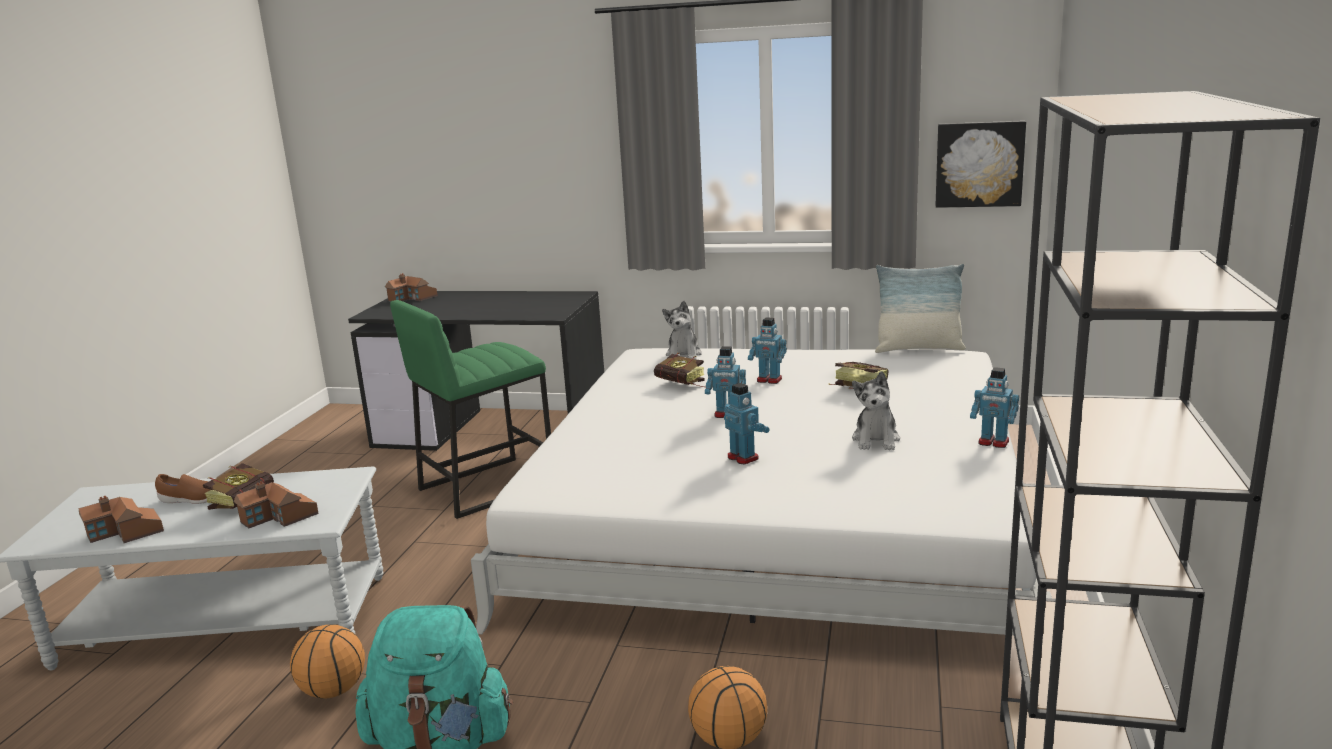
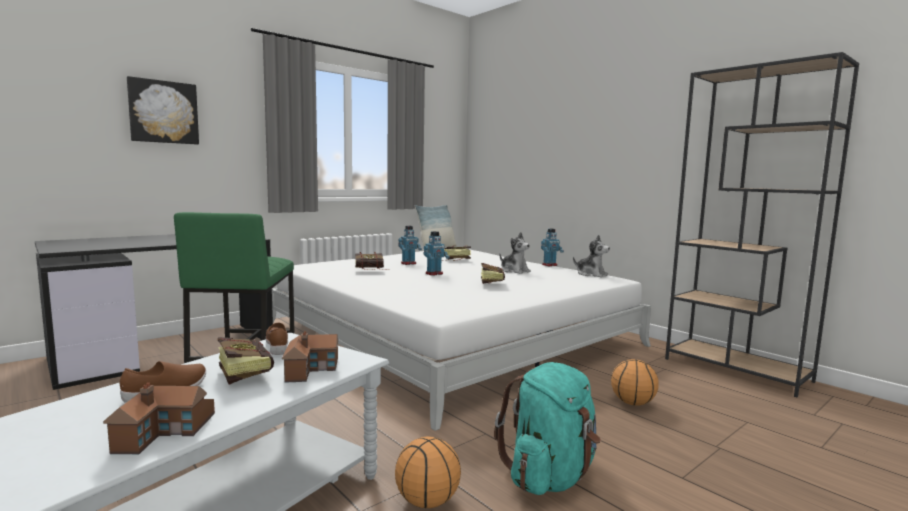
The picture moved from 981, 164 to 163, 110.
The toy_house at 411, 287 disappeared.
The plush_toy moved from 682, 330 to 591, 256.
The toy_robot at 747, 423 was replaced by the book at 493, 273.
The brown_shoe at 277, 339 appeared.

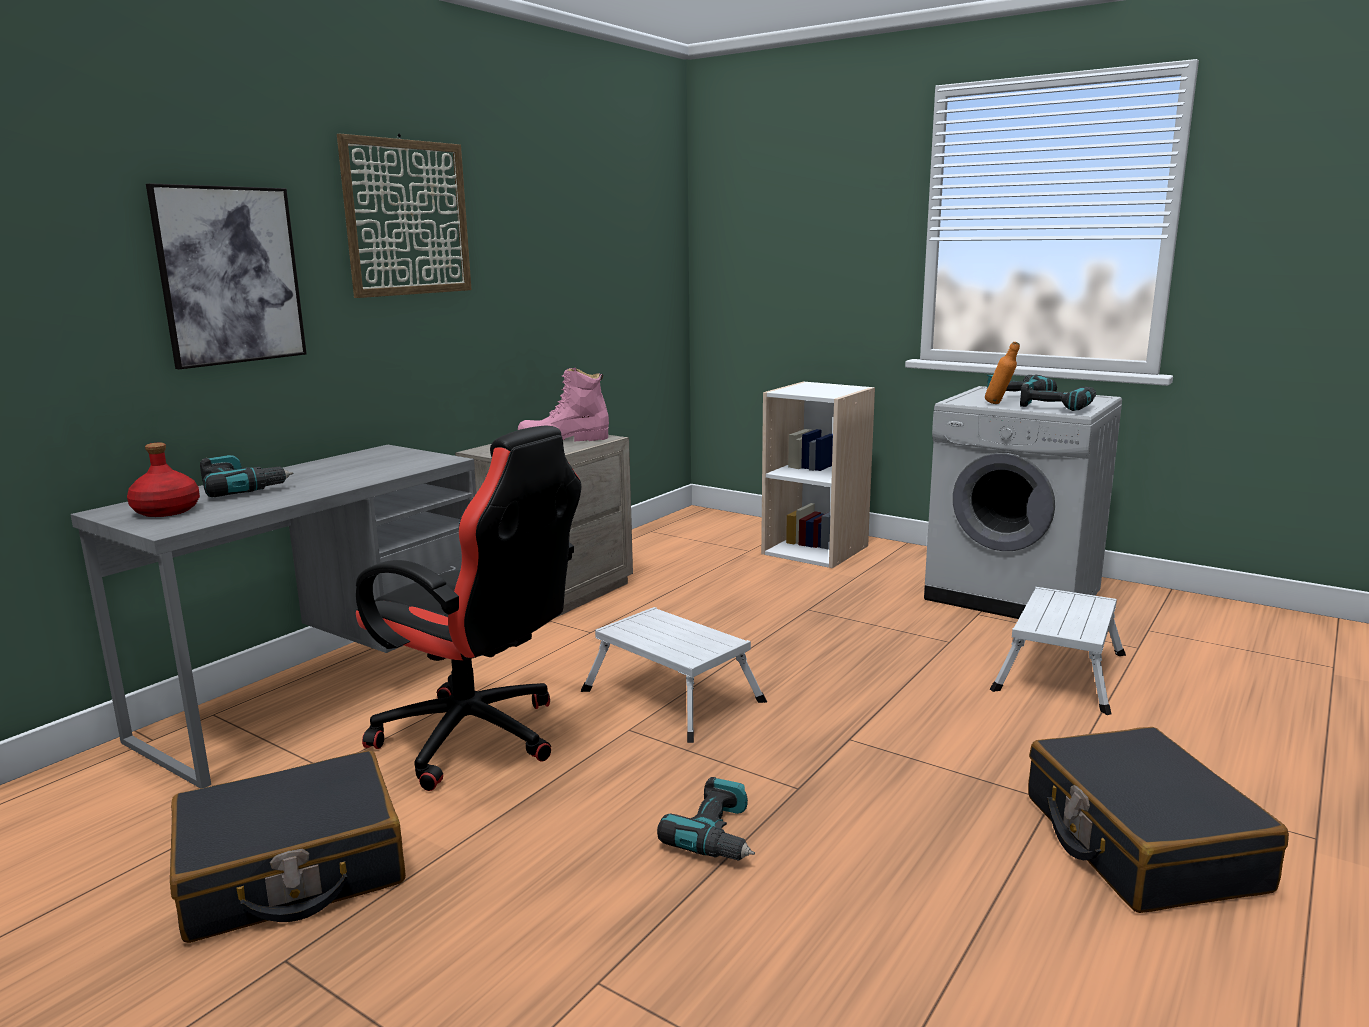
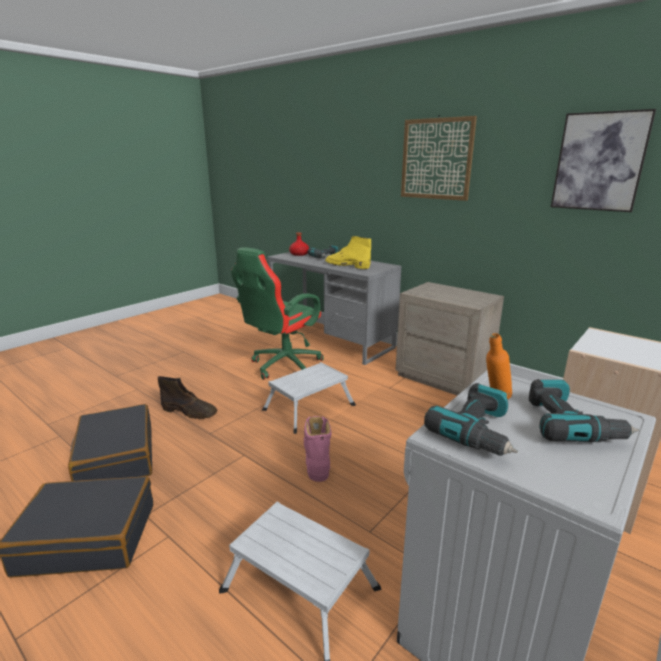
The picture moved from 226, 276 to 603, 160.
The pink_boot moved from 563, 405 to 318, 449.
The black_office_chair at 468, 608 became the green_office_chair at 277, 314.
The black_suitcase moved from 288, 847 to 110, 442.
The power_drill at 706, 819 was replaced by the brown_boot at 187, 397.
The yellow_boot at 348, 252 appeared.

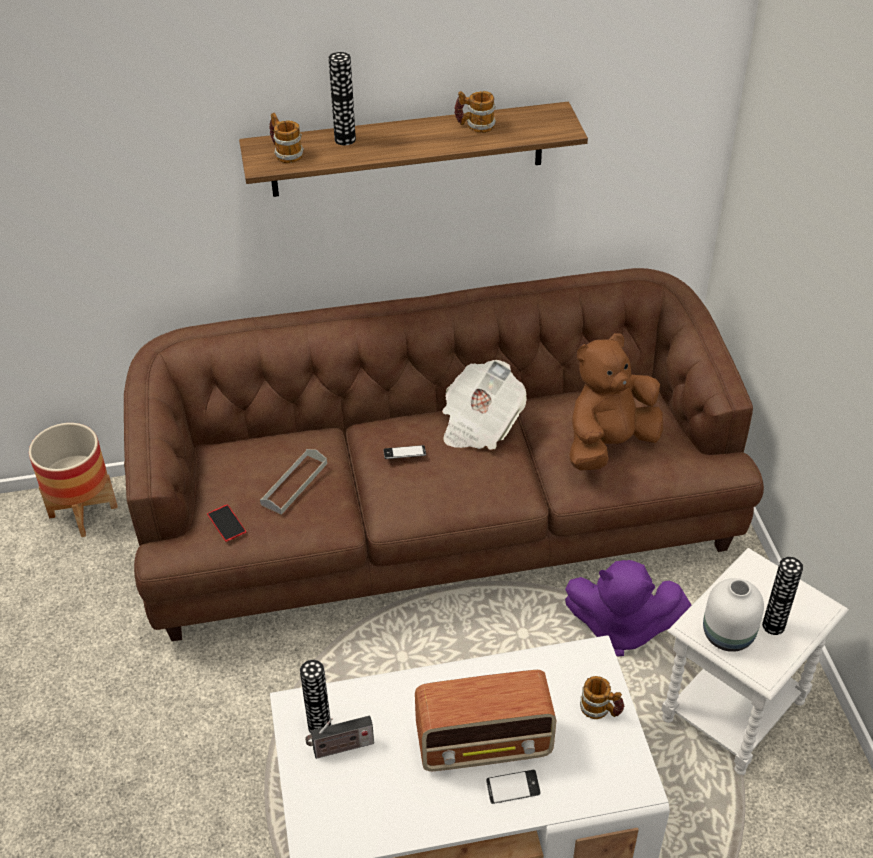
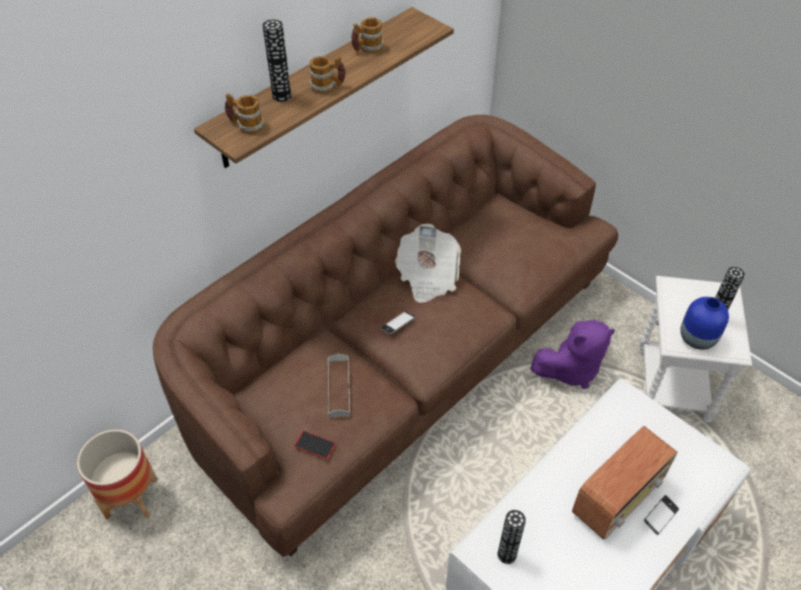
The brown_plush_toy at 616, 402 disappeared.
The white_vase at 733, 615 became the blue_vase at 704, 323.
The mug moved from 602, 697 to 327, 74.
The radio at 339, 737 disappeared.

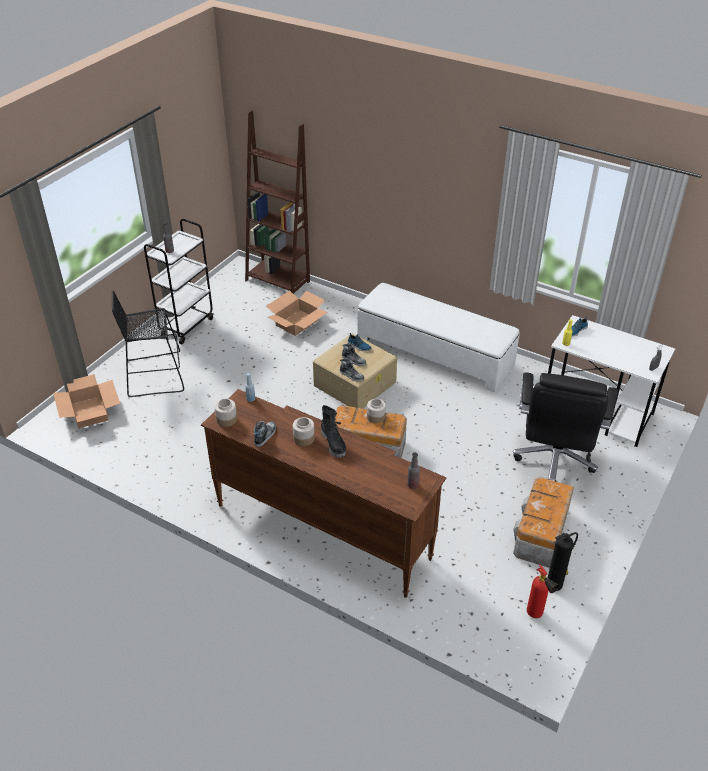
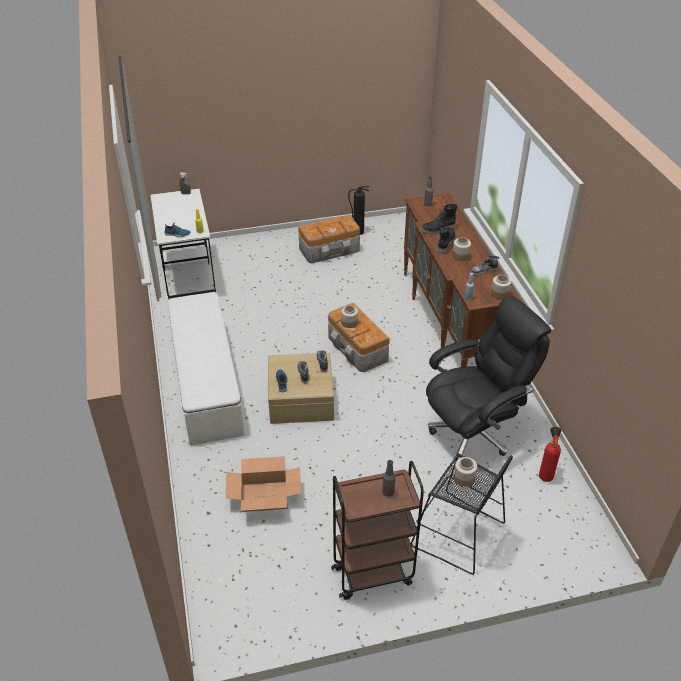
The brown_bookcase at 277, 202 disappeared.
The white_cart at 179, 282 became the brown_cart at 377, 530.
The black_office_chair moved from 565, 427 to 488, 377.
The cardboard_box at 86, 401 disappeared.
The fire_extinguisher moved from 543, 591 to 550, 454.
The black_boot at 439, 219 appeared.
The jar at 465, 472 appeared.

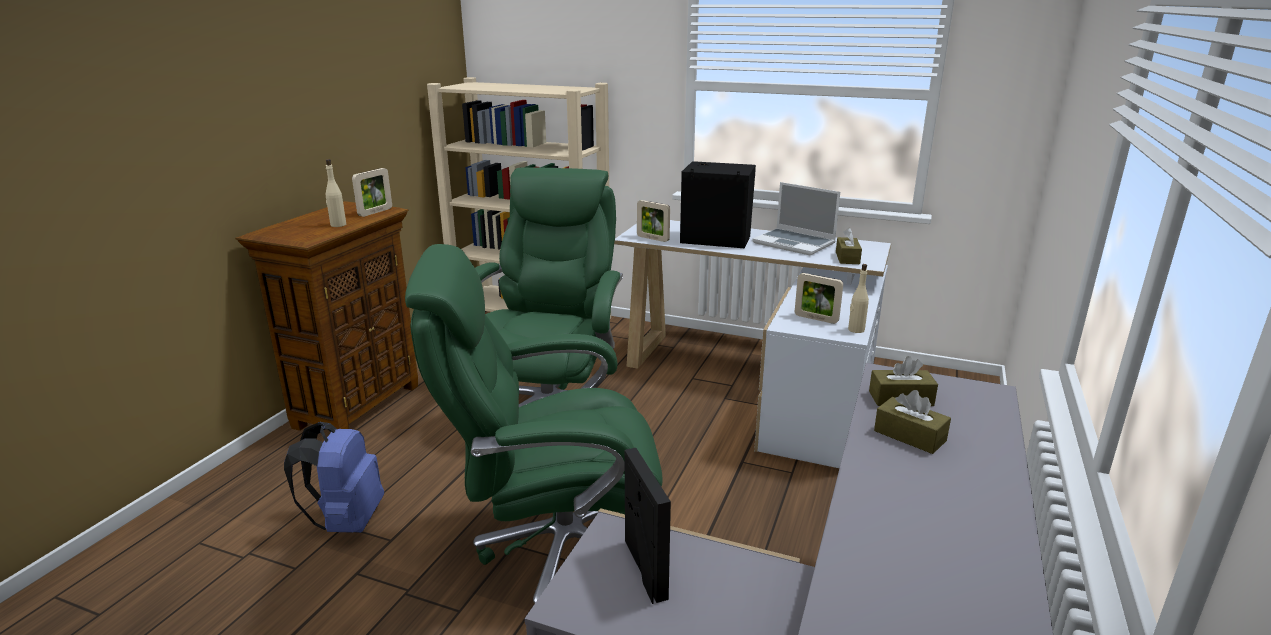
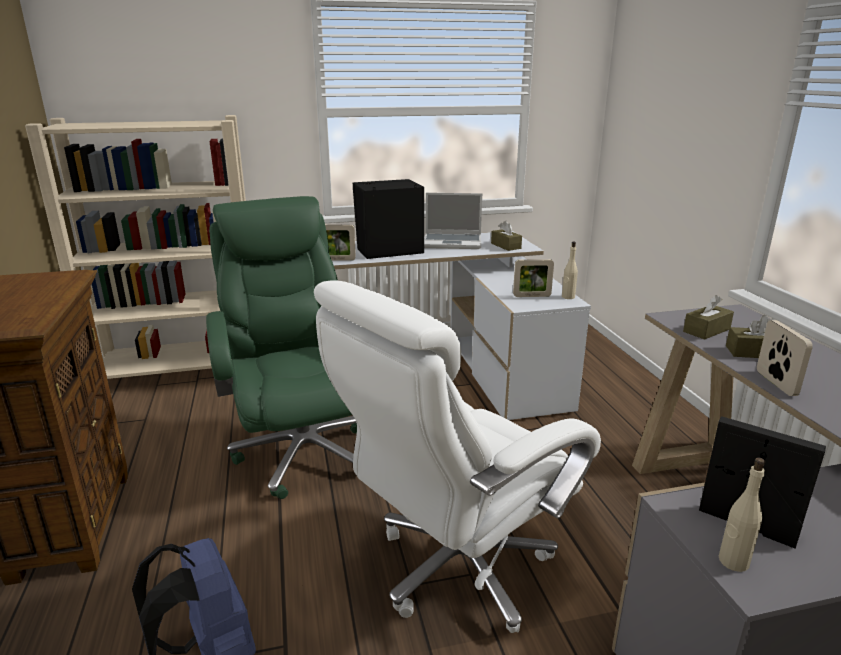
The beige_bottle moved from 336, 193 to 742, 515.
The picture_frame moved from 372, 192 to 785, 358.
The green_office_chair at 534, 424 became the white_office_chair at 457, 456.

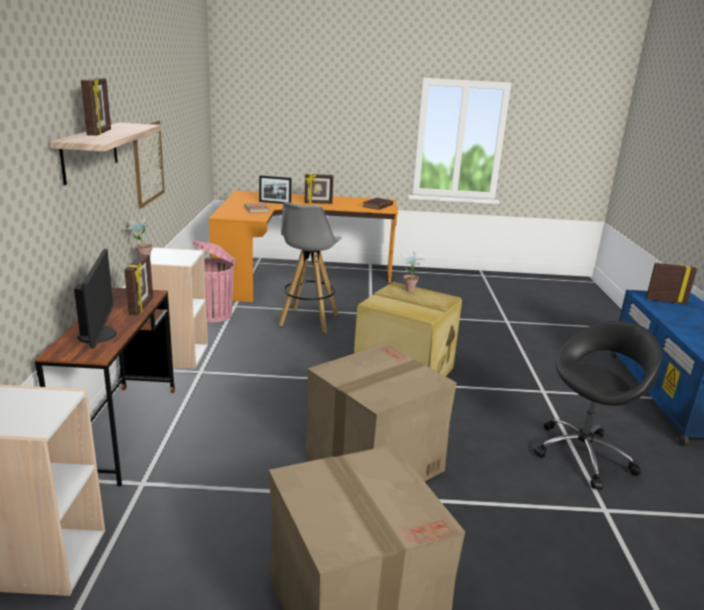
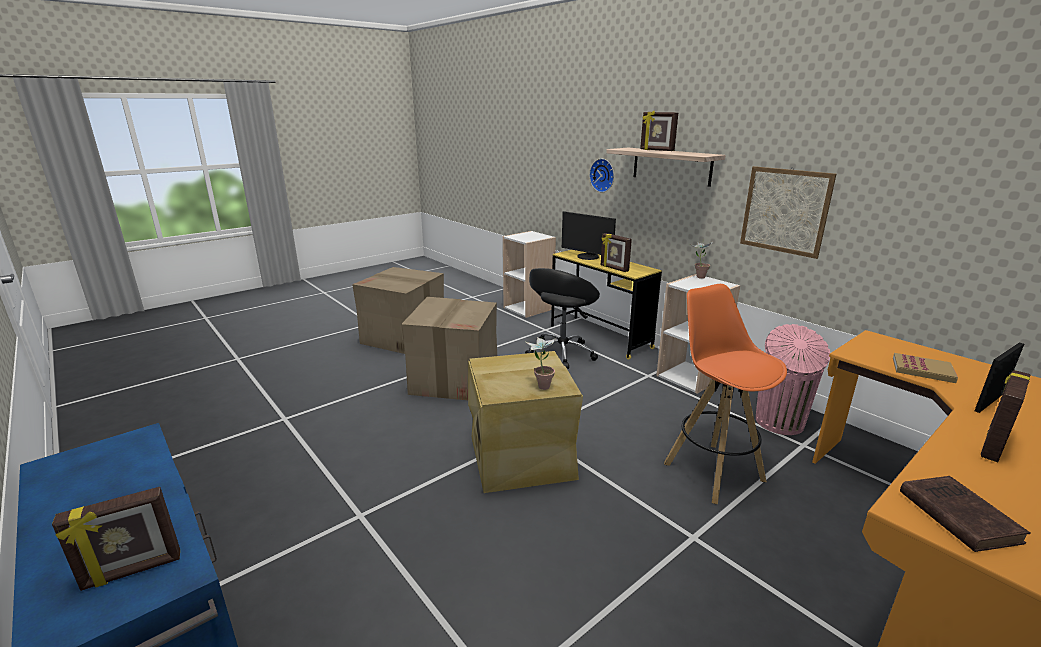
The grey_stool at 310, 267 became the orange_stool at 725, 394.
The brown_desk at 105, 387 became the yellow_desk at 606, 305.
The black_office_chair moved from 598, 405 to 562, 318.
The wall_clock at 601, 175 appeared.

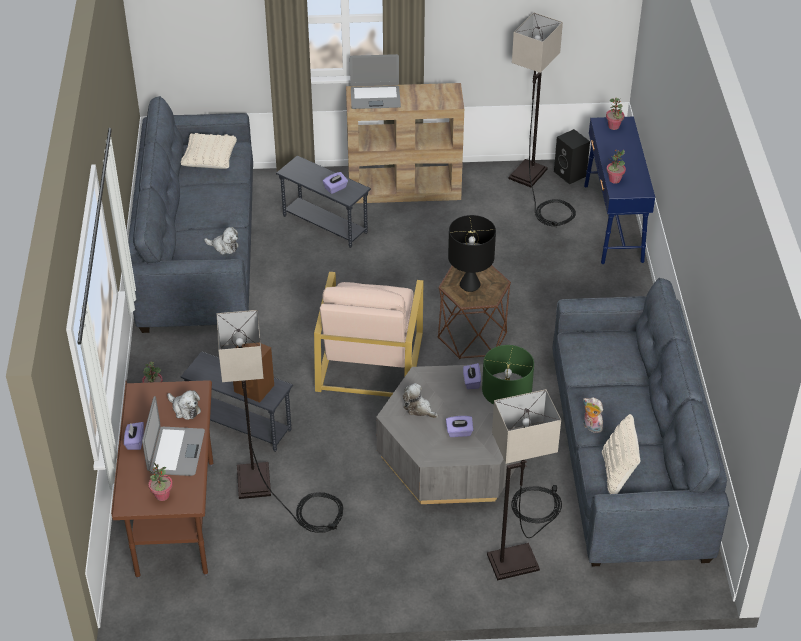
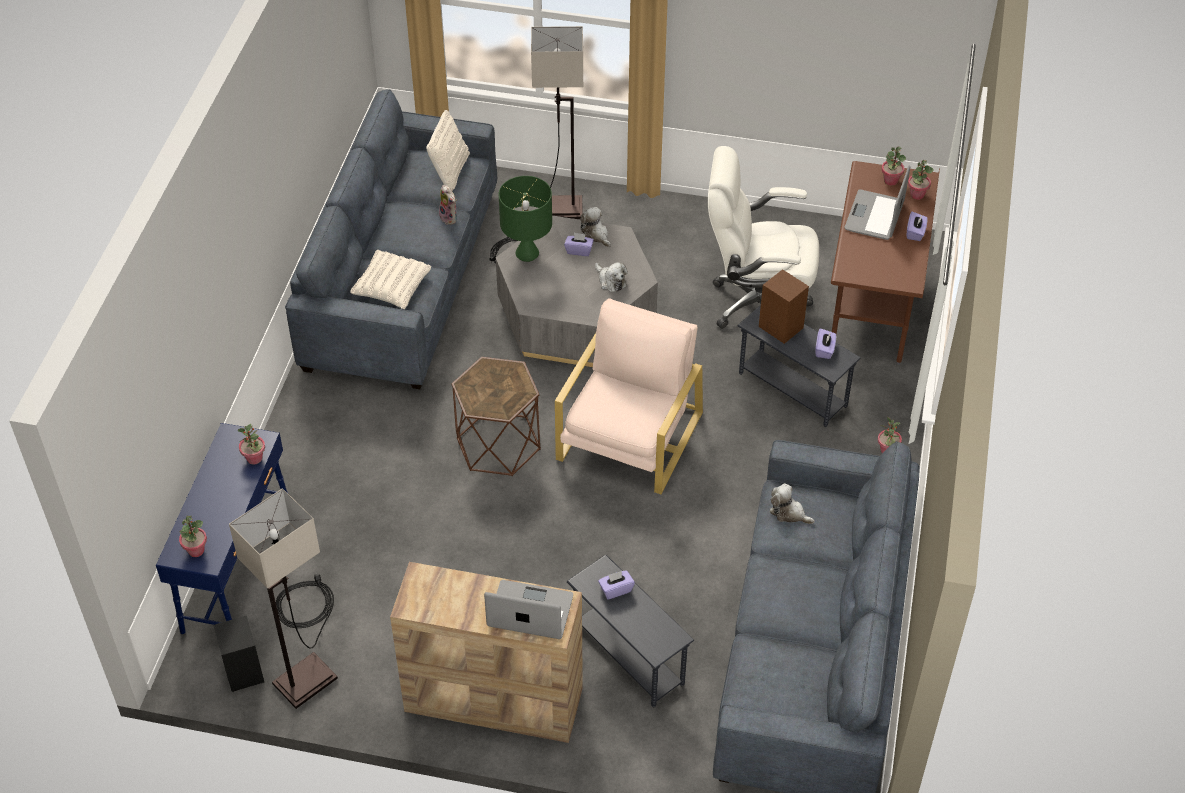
The beige_pillow moved from 209, 151 to 390, 279.
The black_table_lamp at 472, 253 disappeared.
The floor_lamp at 280, 421 was replaced by the white_office_chair at 763, 237.
The purple_tissue_box moved from 472, 376 to 825, 343.
The plush_toy moved from 184, 405 to 596, 227.
The potted_plant at 921, 180 appeared.

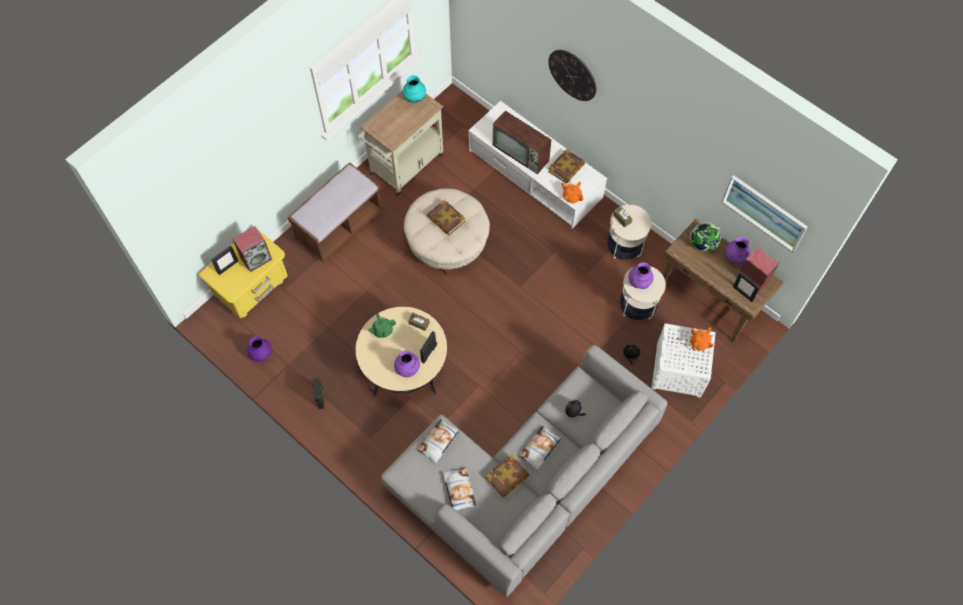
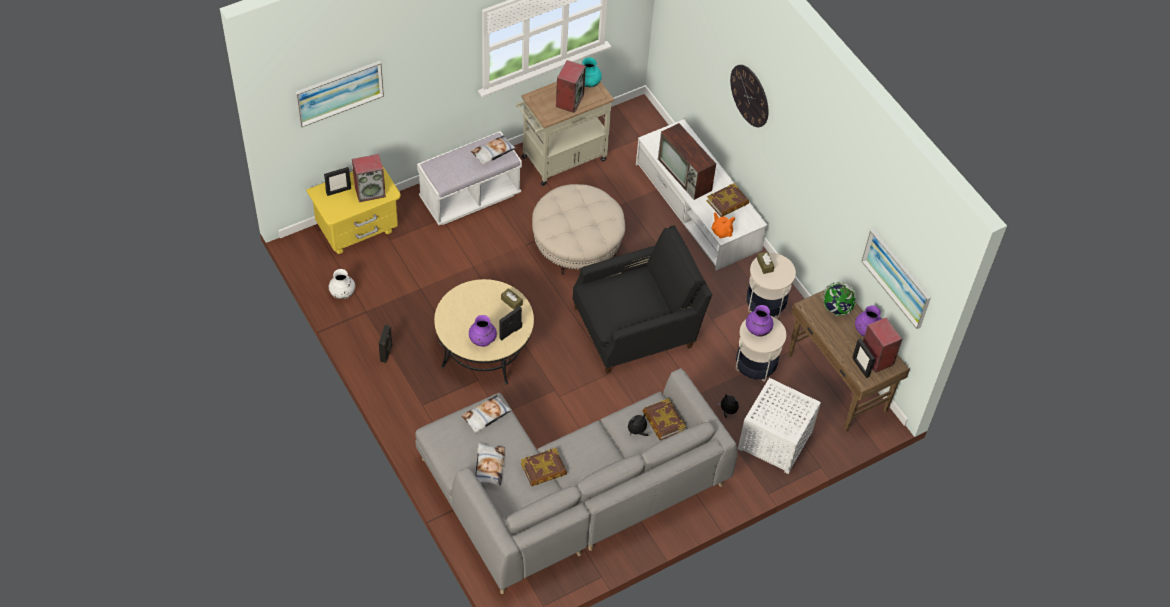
The brown_bench at 335, 212 became the white_bench at 469, 178.
The book moved from 446, 217 to 664, 419.
The green_teapot at 382, 326 disappeared.
The orange_teapot at 702, 339 disappeared.
The purple_vase at 259, 349 became the white_vase at 342, 284.
The pillow moved from 540, 448 to 493, 150.
The speaker at 571, 86 appeared.
The picture at 339, 94 appeared.
The black_armchair at 642, 299 appeared.

